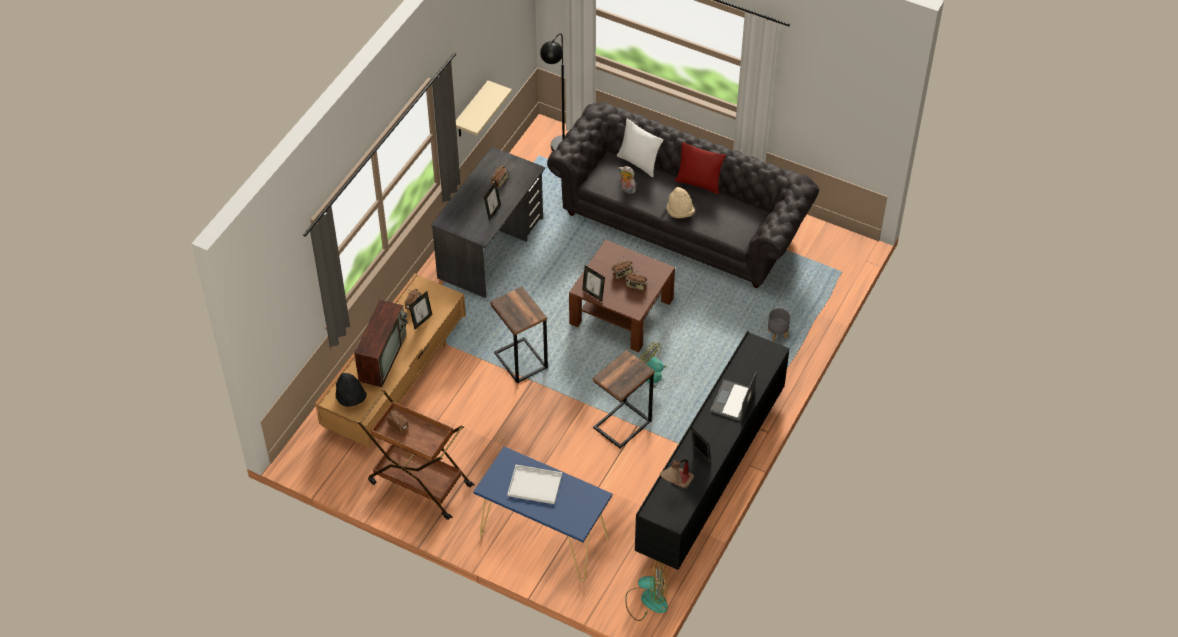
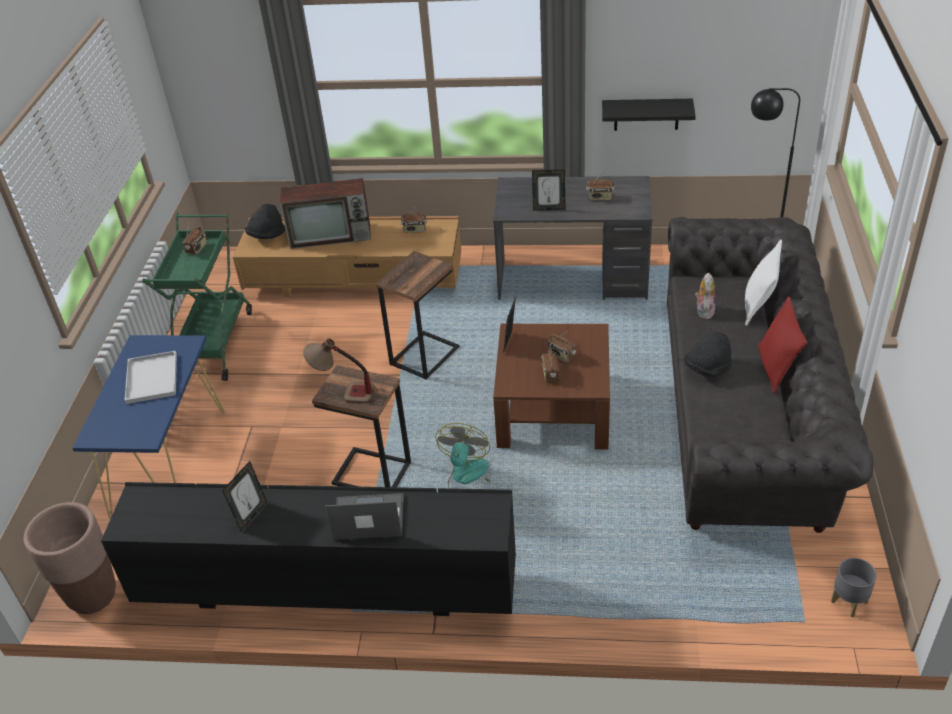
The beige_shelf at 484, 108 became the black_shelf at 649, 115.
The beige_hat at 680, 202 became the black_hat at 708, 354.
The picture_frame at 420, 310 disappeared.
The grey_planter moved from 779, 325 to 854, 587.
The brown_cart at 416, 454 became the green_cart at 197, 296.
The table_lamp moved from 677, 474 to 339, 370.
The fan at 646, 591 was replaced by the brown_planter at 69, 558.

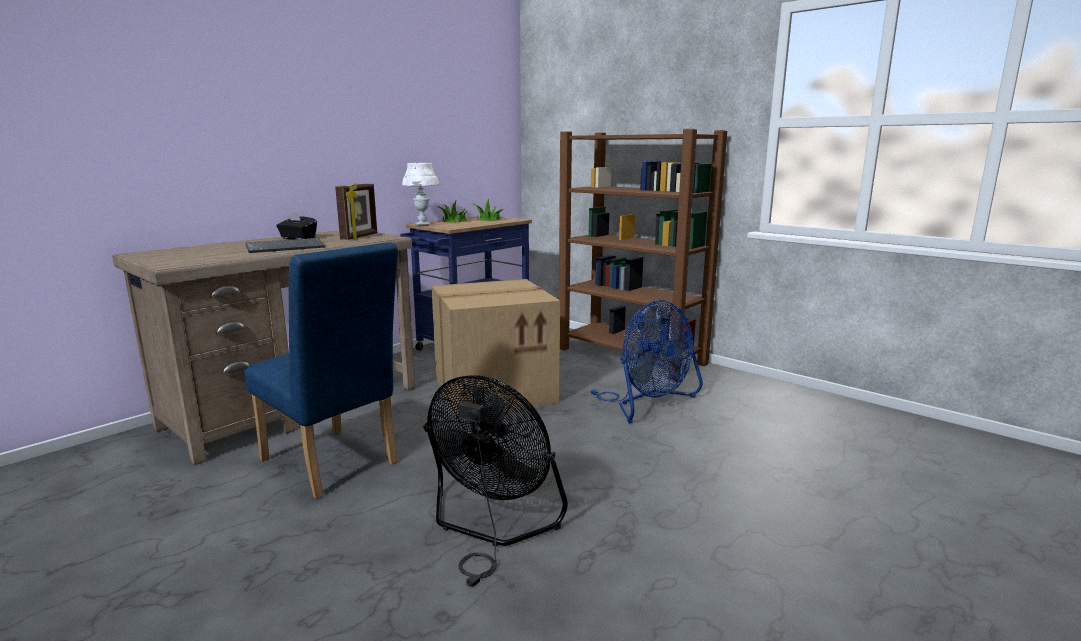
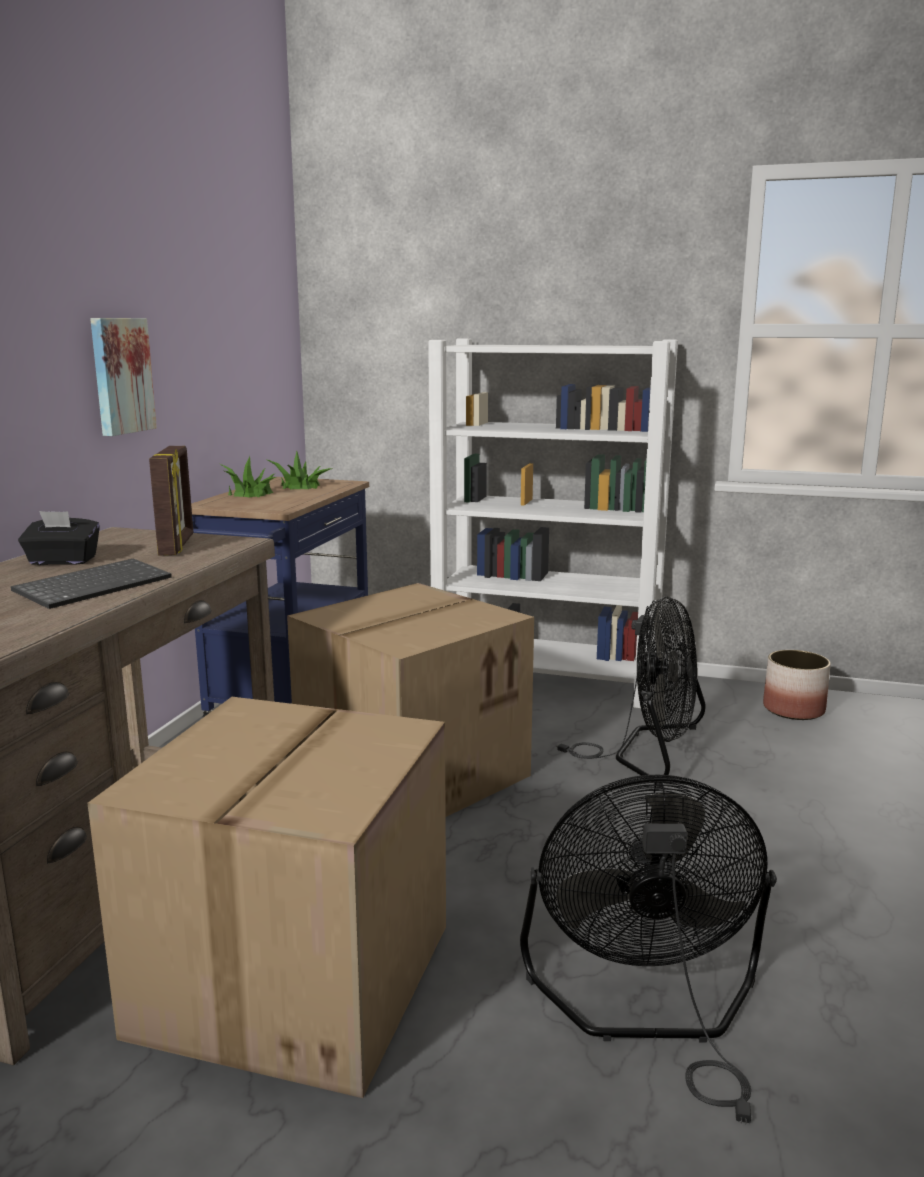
The brown_bookcase at 643, 255 became the white_bookcase at 553, 523.
The white_table_lamp at 420, 194 disappeared.
The blue_chair at 321, 370 was replaced by the cardboard_box at 266, 897.
The blue_fan at 647, 361 became the black_fan at 631, 692.
The picture at 123, 377 appeared.
The planter at 797, 685 appeared.

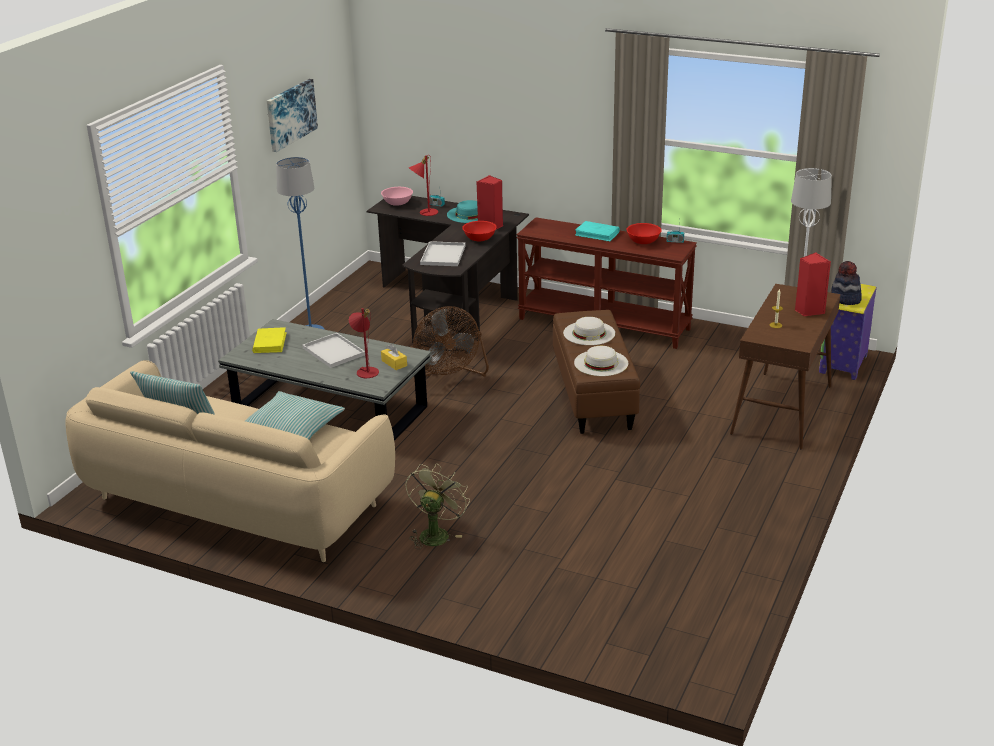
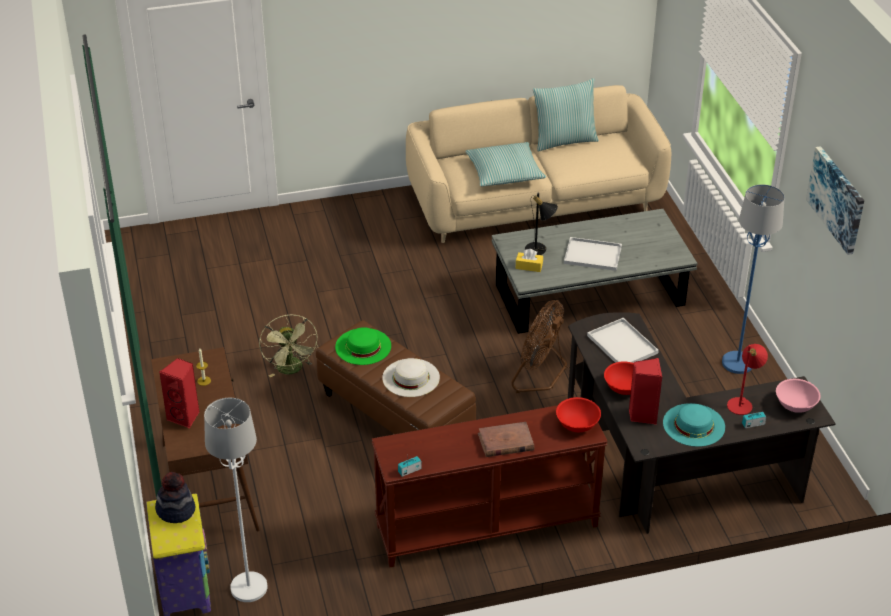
The turquoise_book at 597, 231 became the brown_book at 506, 439.
The red_bowl moved from 644, 233 to 578, 414.
The red_table_lamp at 364, 343 became the black_table_lamp at 541, 224.
The yellow_book at 269, 340 disappeared.
The white_hat at 601, 361 became the green_hat at 363, 346.
The green_fan moved from 438, 506 to 288, 346.

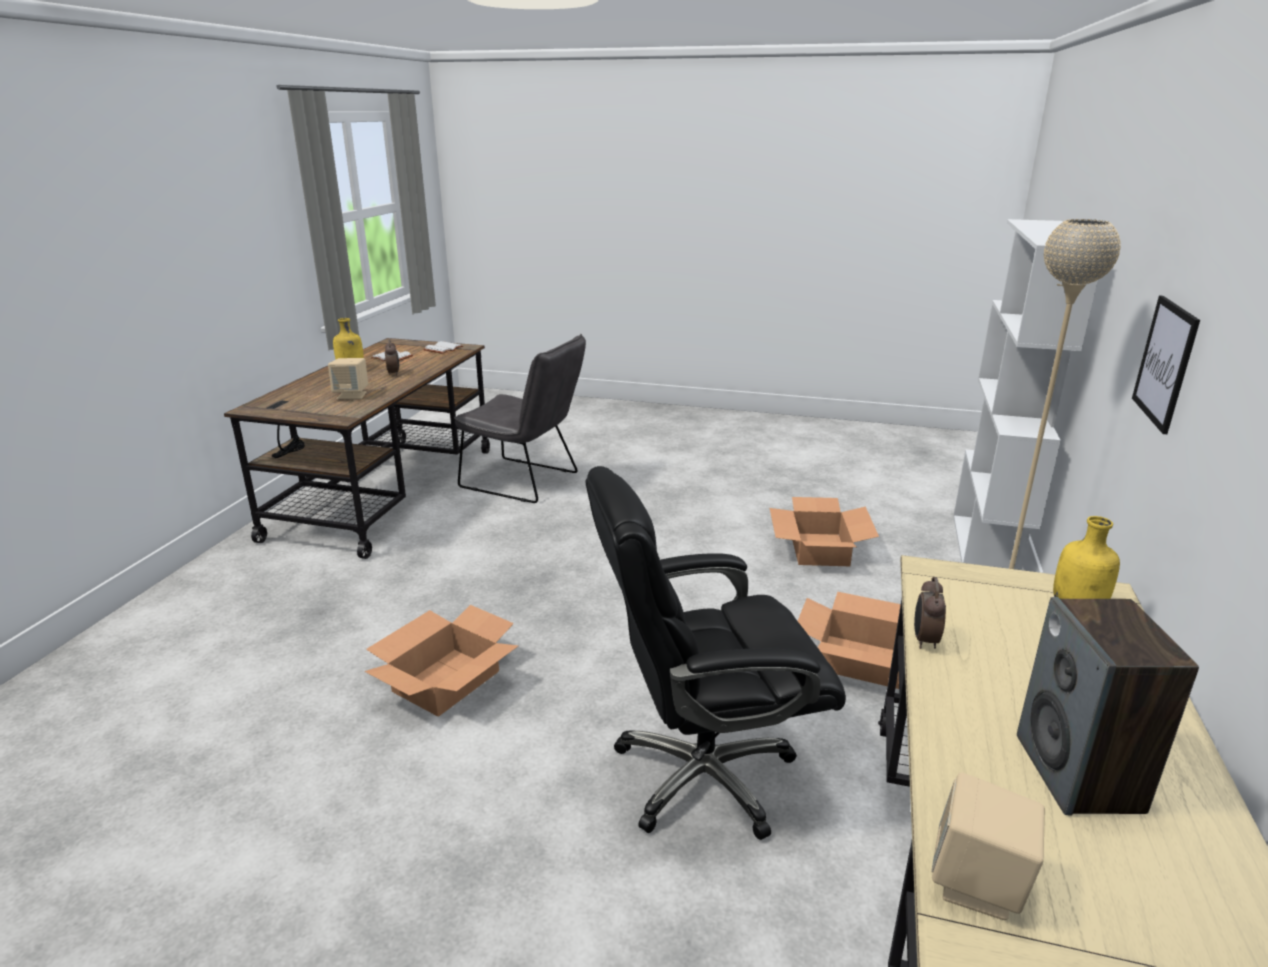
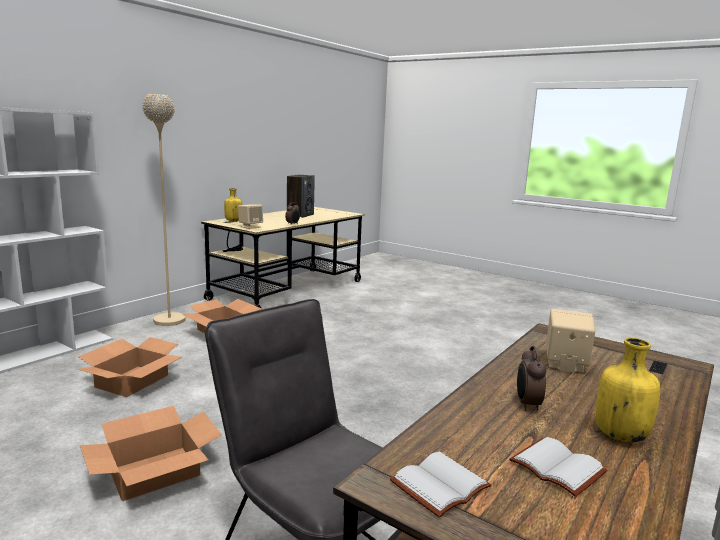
The picture at 1166, 365 disappeared.
The black_office_chair at 715, 653 disappeared.
The cardboard_box moved from 441, 661 to 151, 453.
The beige_speaker moved from 988, 846 to 250, 216.

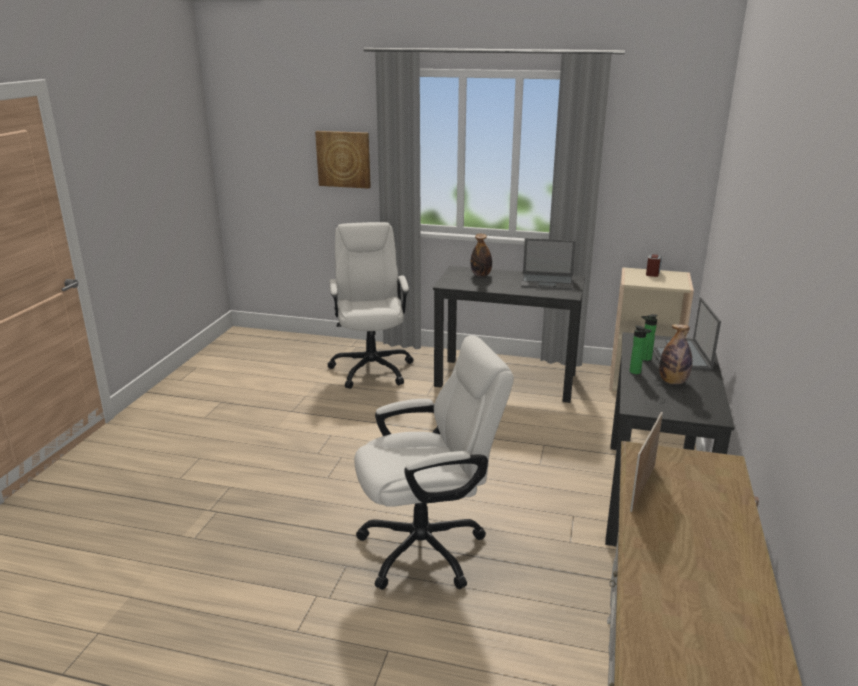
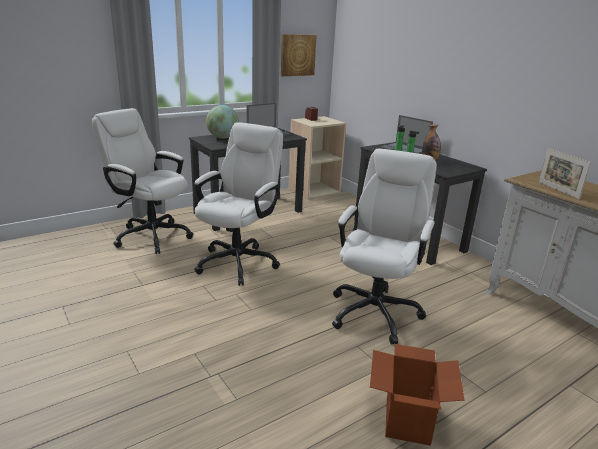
The picture moved from 343, 160 to 299, 55.
The bottle at 481, 255 was replaced by the globe at 222, 122.
The white_office_chair at 238, 204 appeared.
The cardboard_box at 417, 395 appeared.

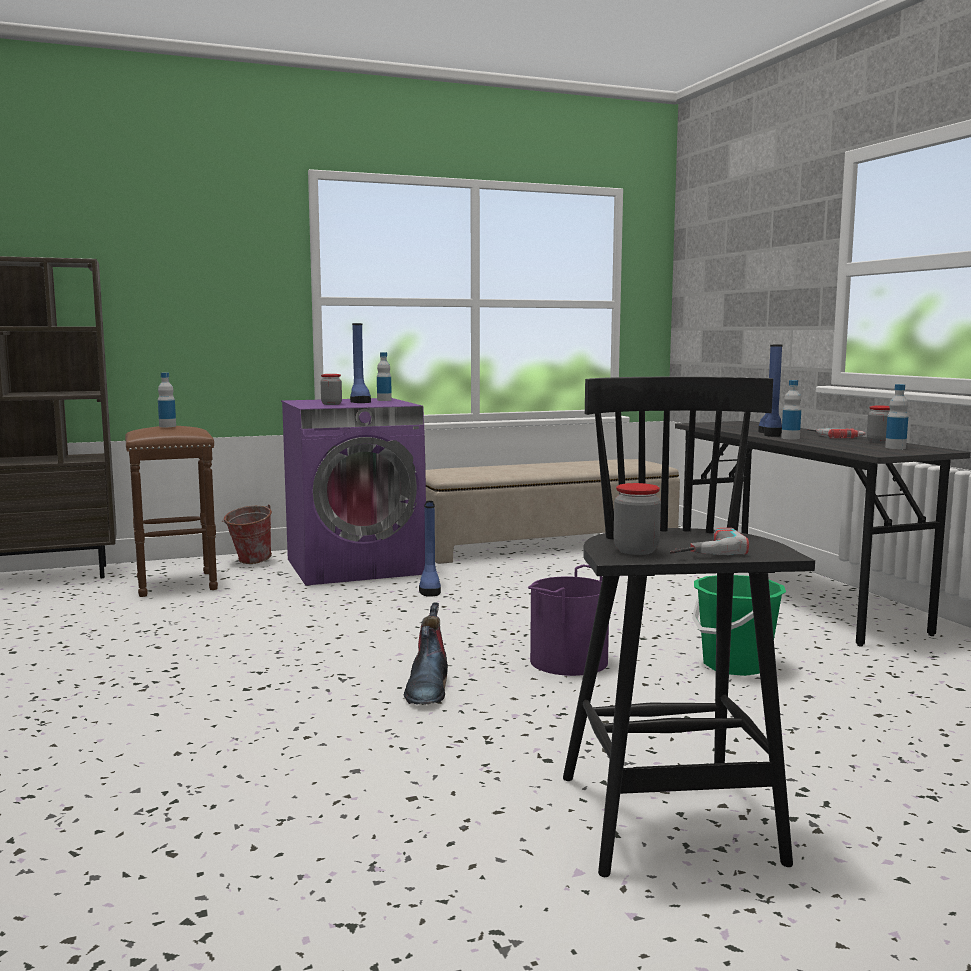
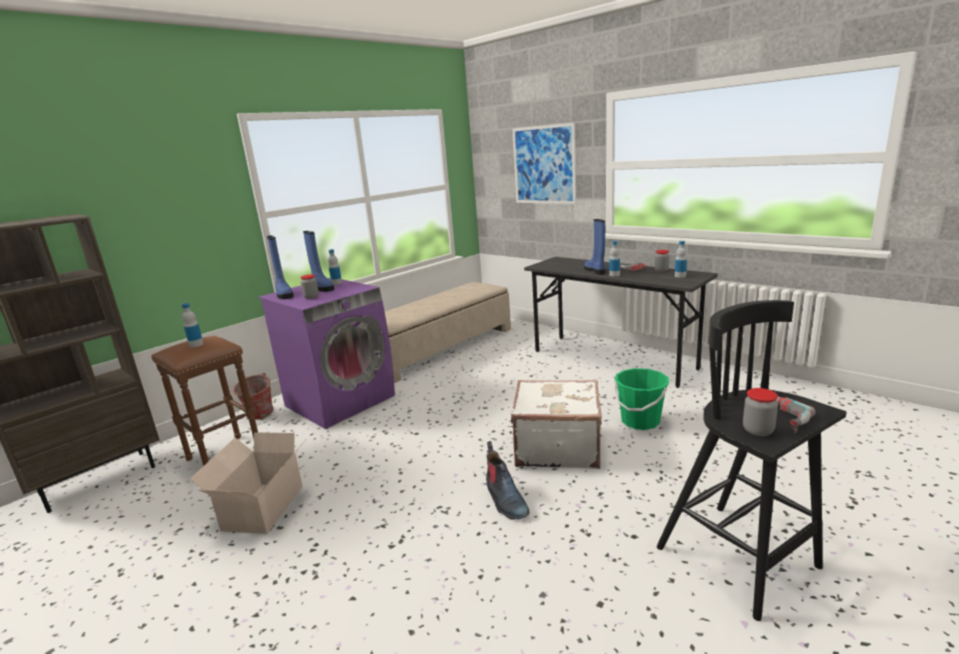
The blue_boot moved from 430, 549 to 280, 267.
The purple_bucket at 568, 620 was replaced by the white_suitcase at 556, 424.
The picture at 544, 163 appeared.
The cardboard_box at 247, 483 appeared.

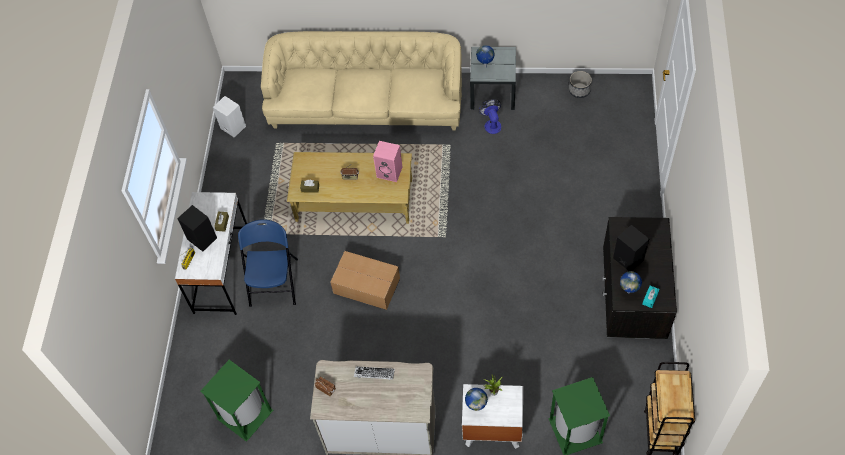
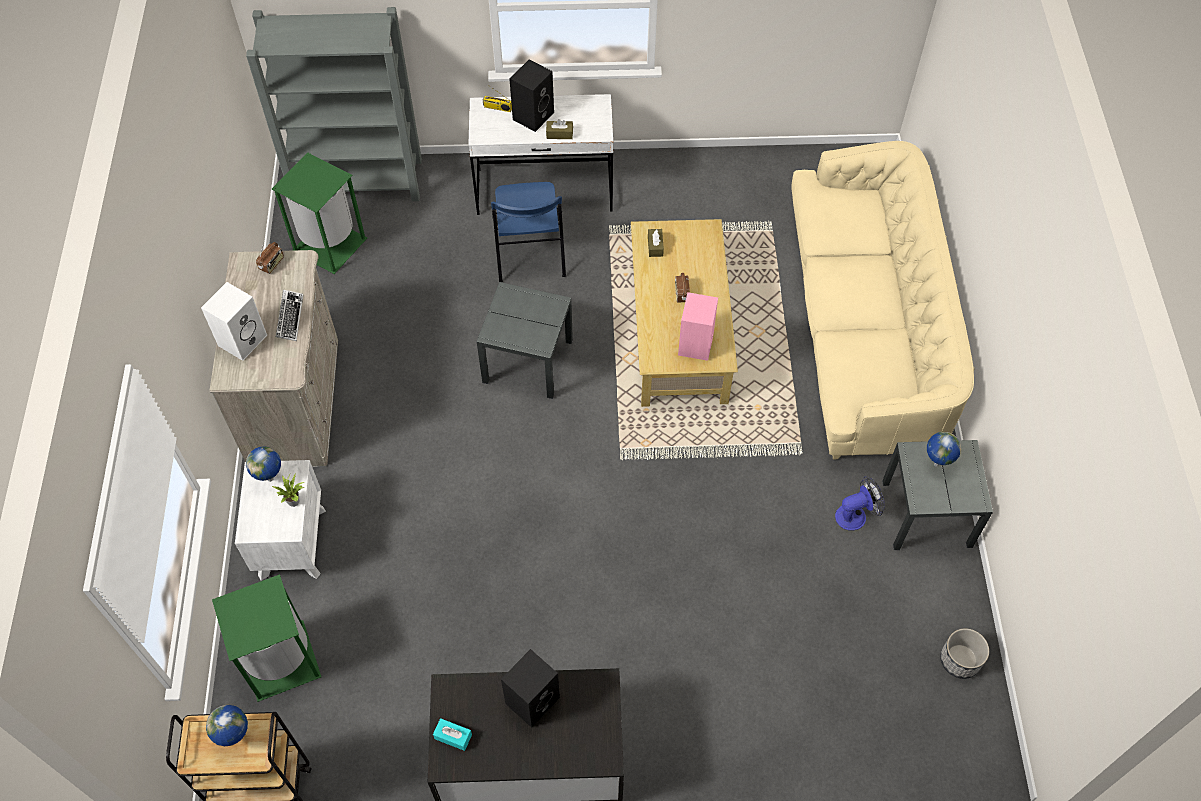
The white_speaker moved from 229, 117 to 234, 321.
The blue_chair at 268, 263 turned 90 degrees clockwise.
The cardboard_box at 365, 280 was replaced by the grey_side_table at 524, 340.
The globe moved from 631, 282 to 227, 725.
The grey_bookcase at 334, 104 appeared.

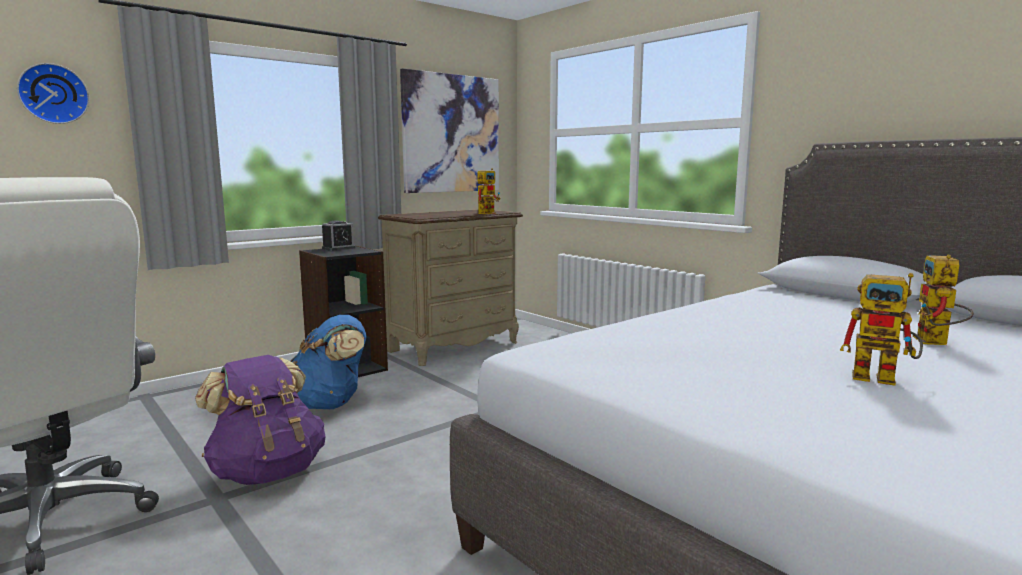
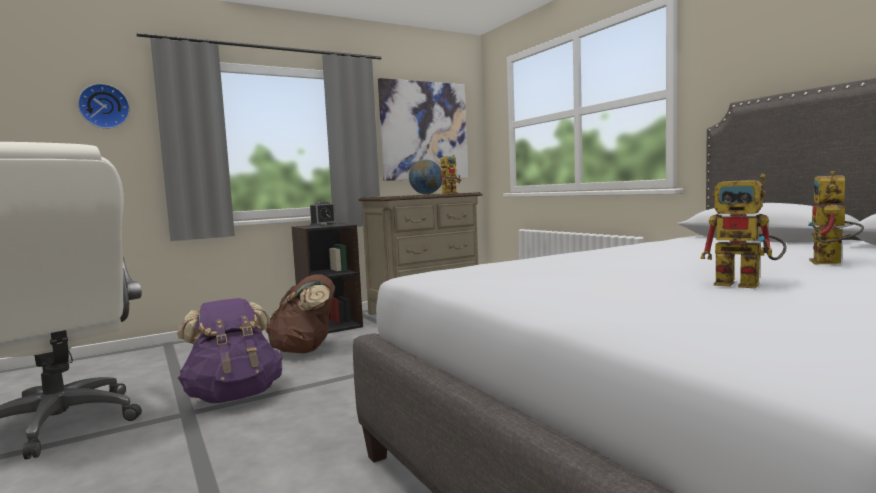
The blue_backpack at 328, 362 became the brown_backpack at 300, 314.
The globe at 425, 177 appeared.

